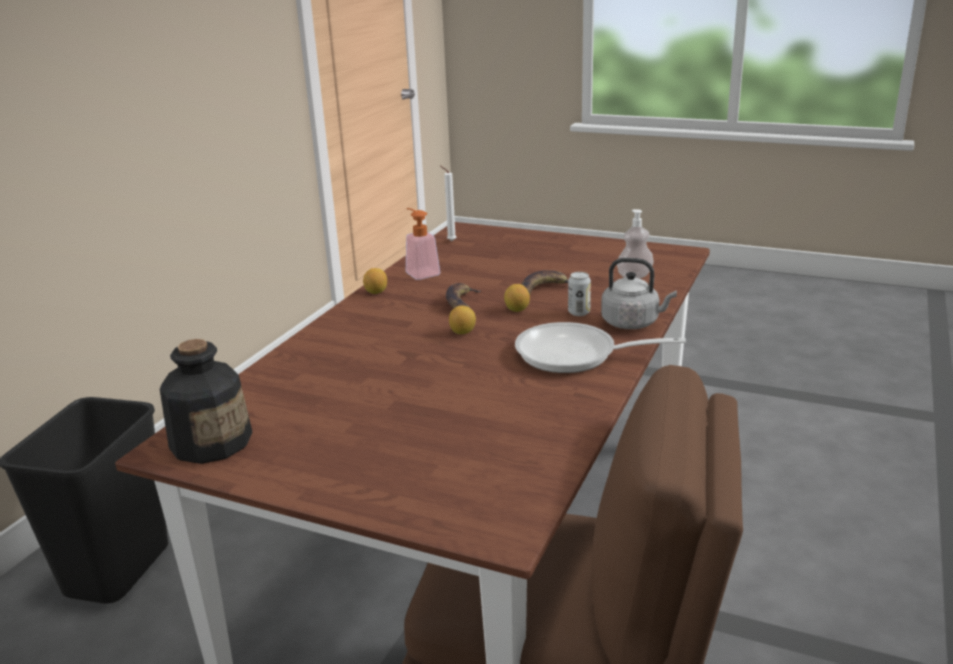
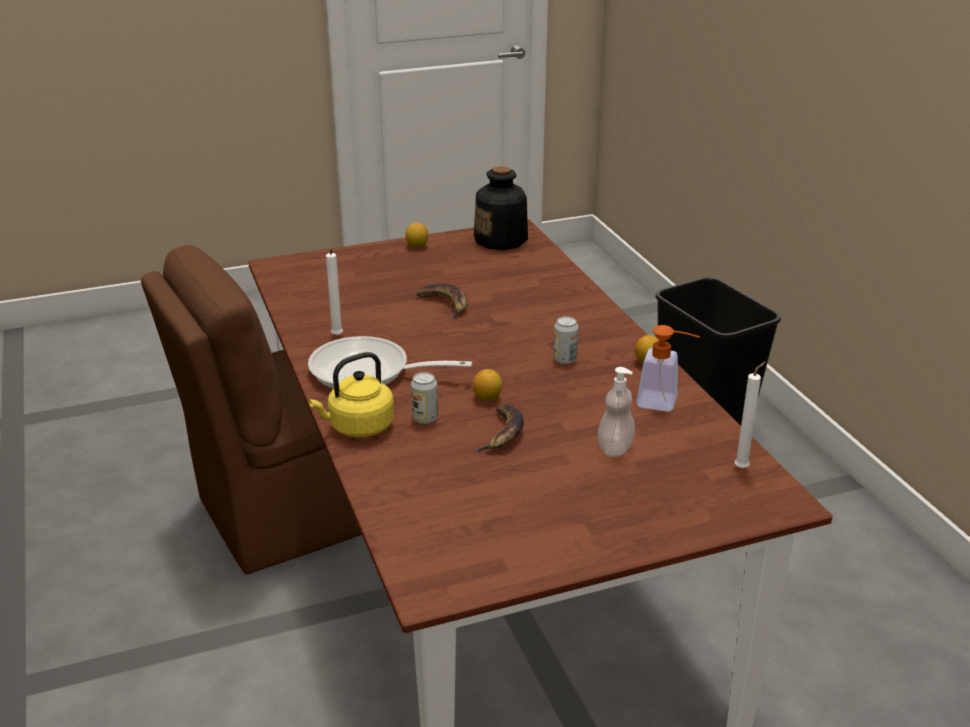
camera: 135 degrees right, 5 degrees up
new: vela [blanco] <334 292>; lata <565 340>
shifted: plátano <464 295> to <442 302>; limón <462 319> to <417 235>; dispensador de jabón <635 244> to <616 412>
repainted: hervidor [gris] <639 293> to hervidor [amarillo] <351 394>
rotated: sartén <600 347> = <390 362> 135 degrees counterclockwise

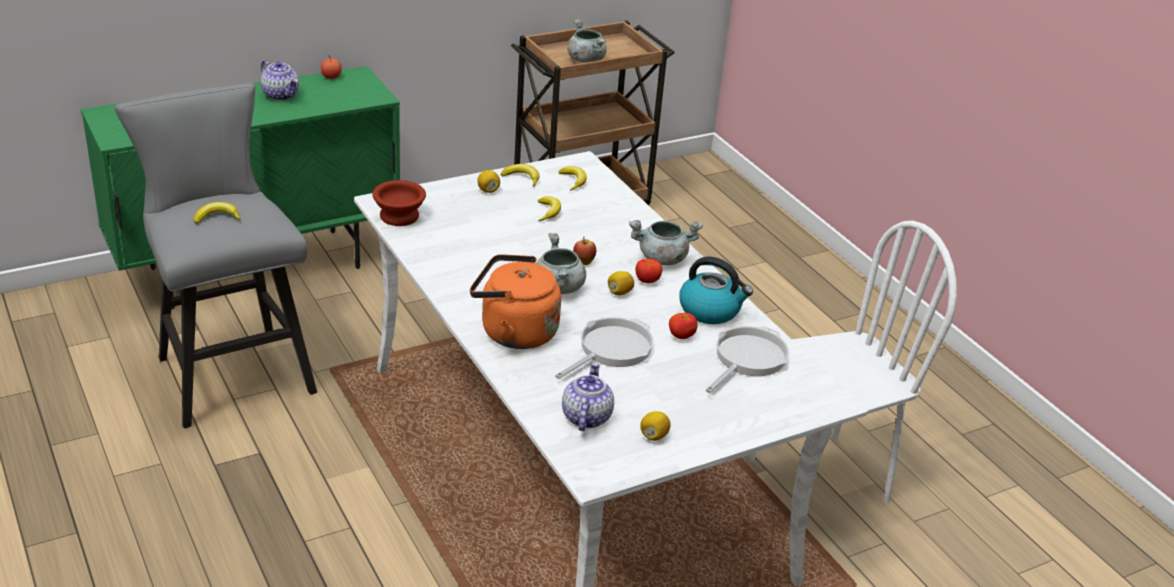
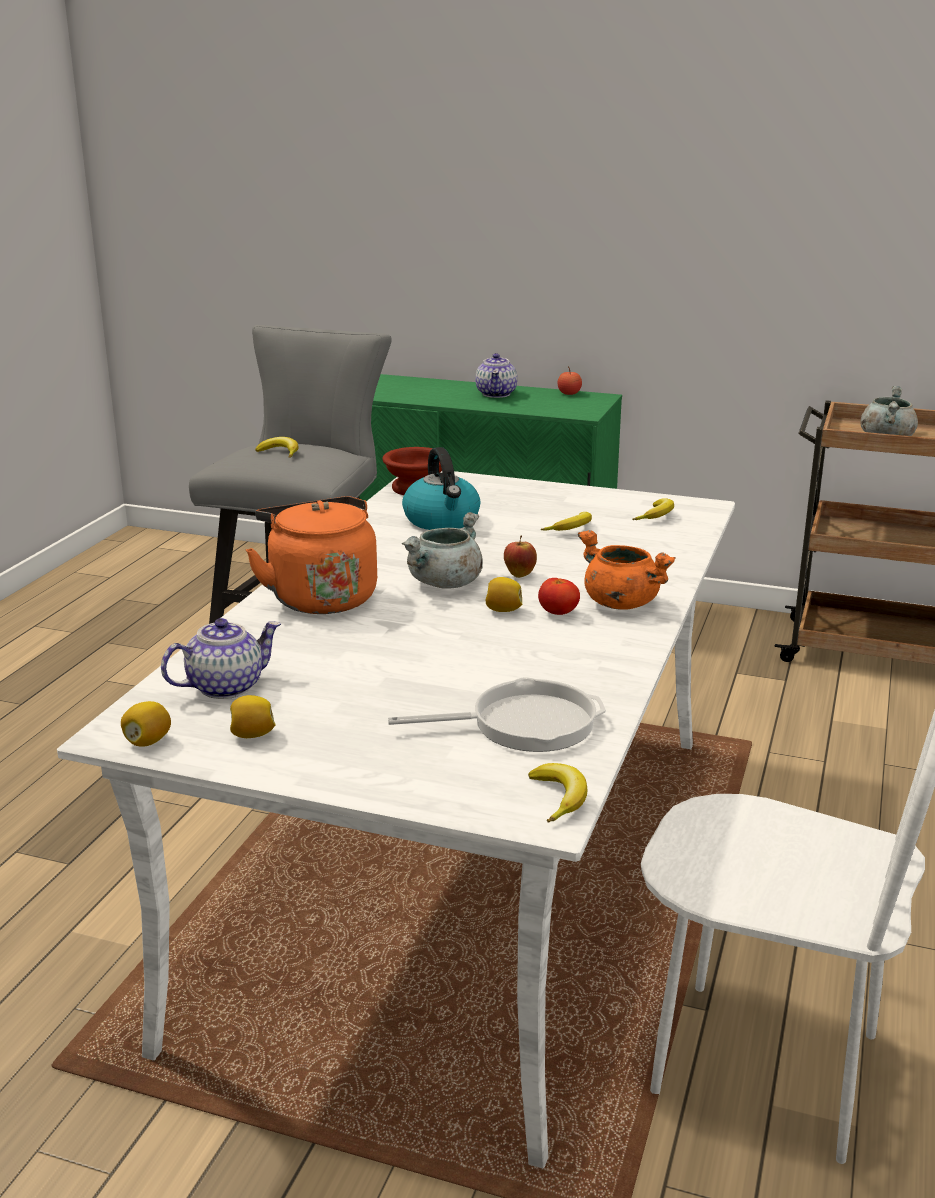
camera: 50 degrees right, 10 degrees down
gone: sartén <604 348>; tomate <683 326>
shifted: limón <488 181> to <146 724>; plátano <520 175> to <557 793>; hervidor <716 290> to <441 488>
repainted: olla [gris] <666 243> to olla [naranja] <627 570>

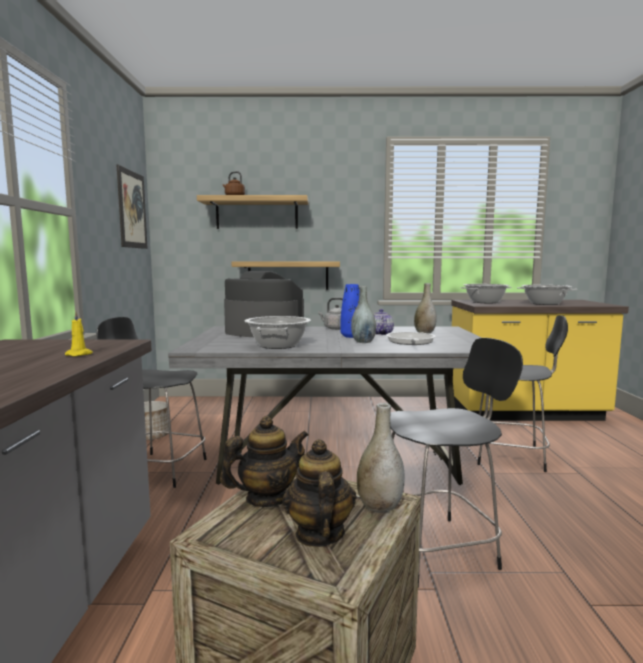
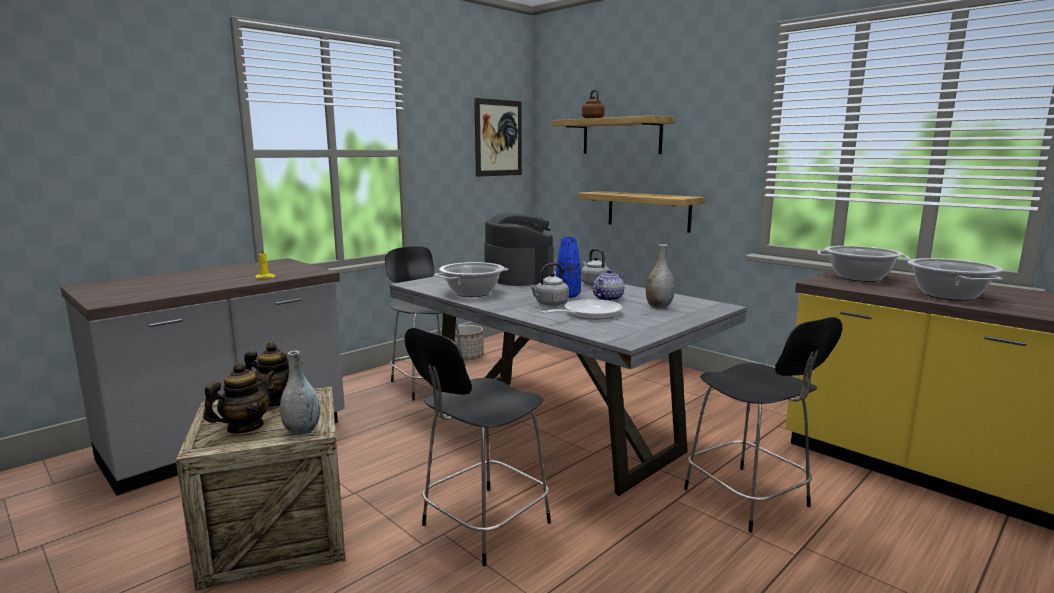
camera: 45 degrees right, 5 degrees up
swapped: florero [gris] <363 314> to hervidor [gris] <548 284>
rotated: silla [negro] <456 463> = <477 446> 105 degrees clockwise

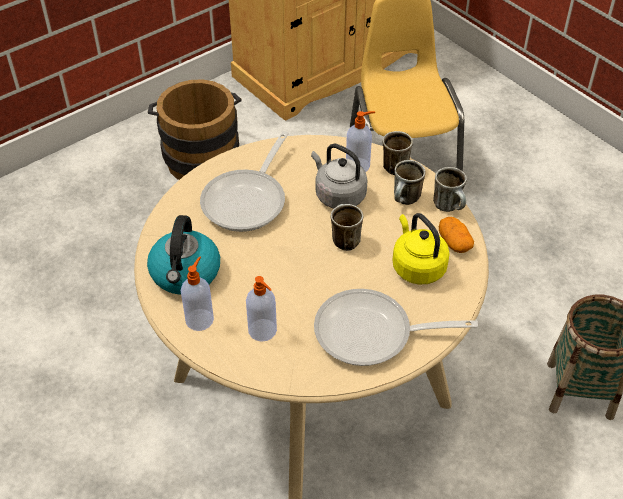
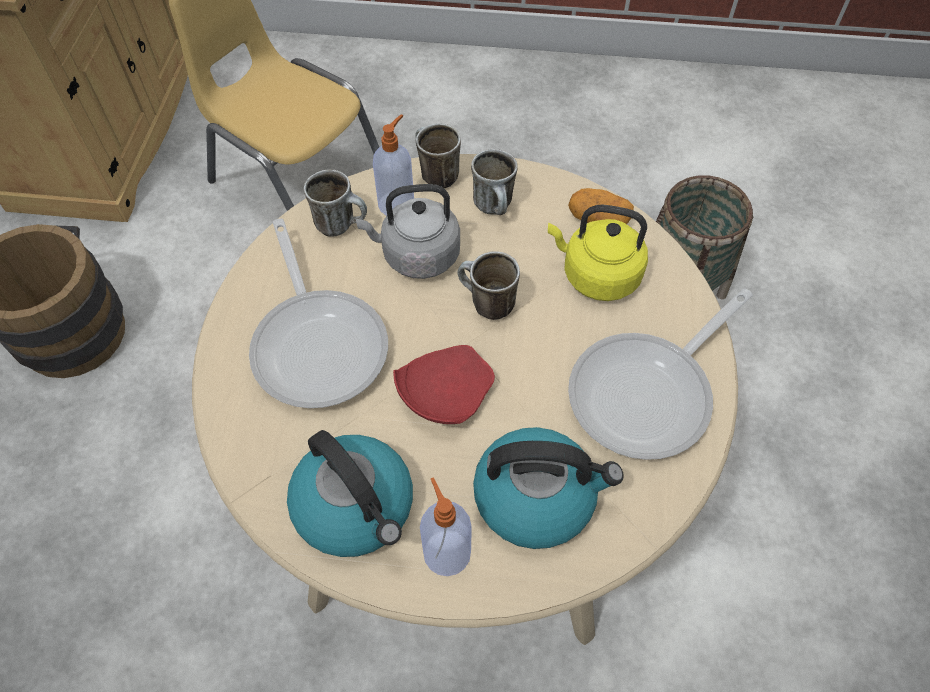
camera: 45 degrees left, 10 degrees up
new: plato [rojo] <444 384>
shifted: taza grande <450 189> to <335 203>
swapped: dispensador de jabón <261 309> to hervidor <548 488>

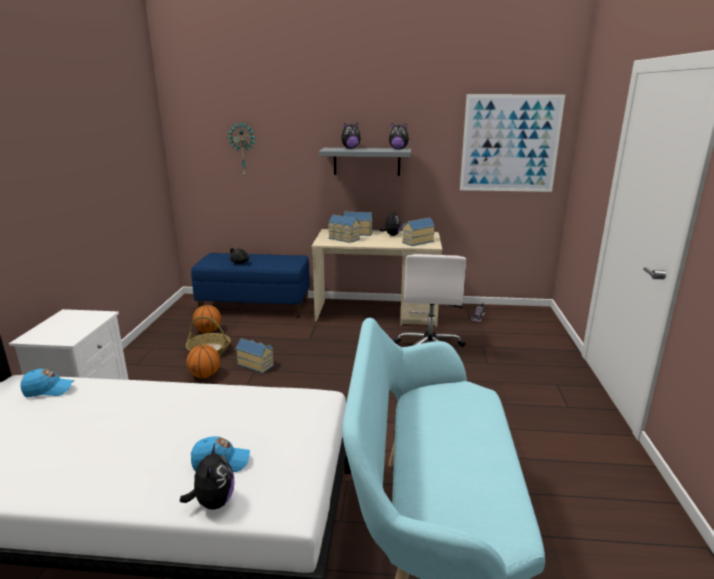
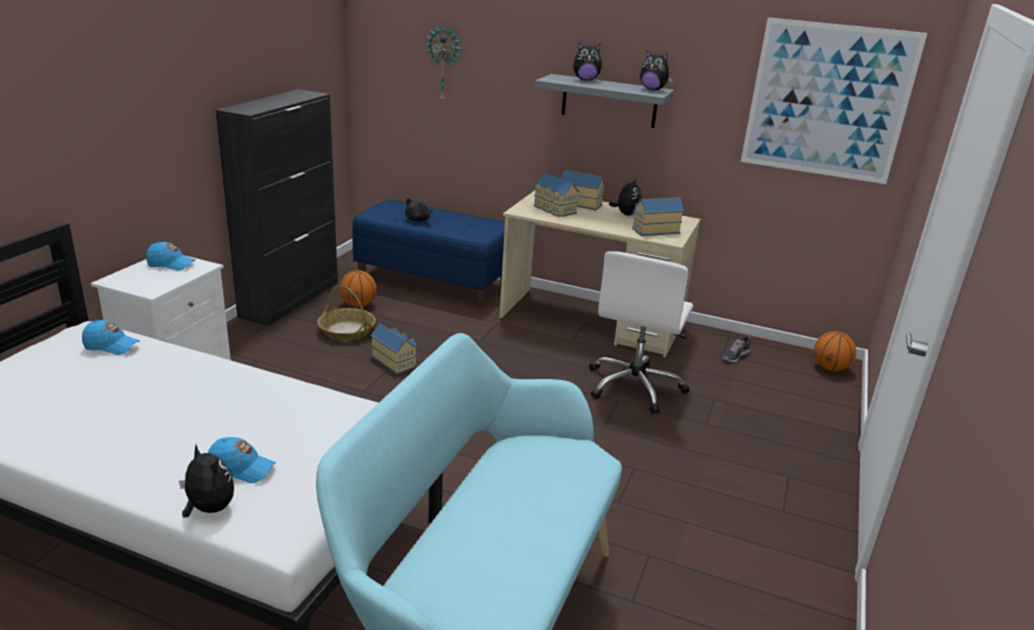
camera: 15 degrees right, 5 degrees up
new: gorra [azul] <170 256>; armario [negro] <277 207>
shifted: balón de baloncesto <203 361> to <835 351>
rotated: peluche <207 476> = <206 481> 60 degrees counterclockwise

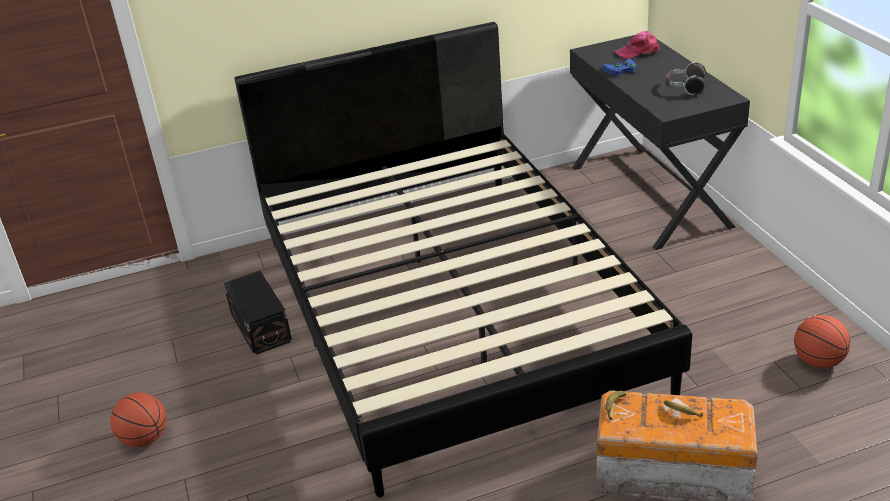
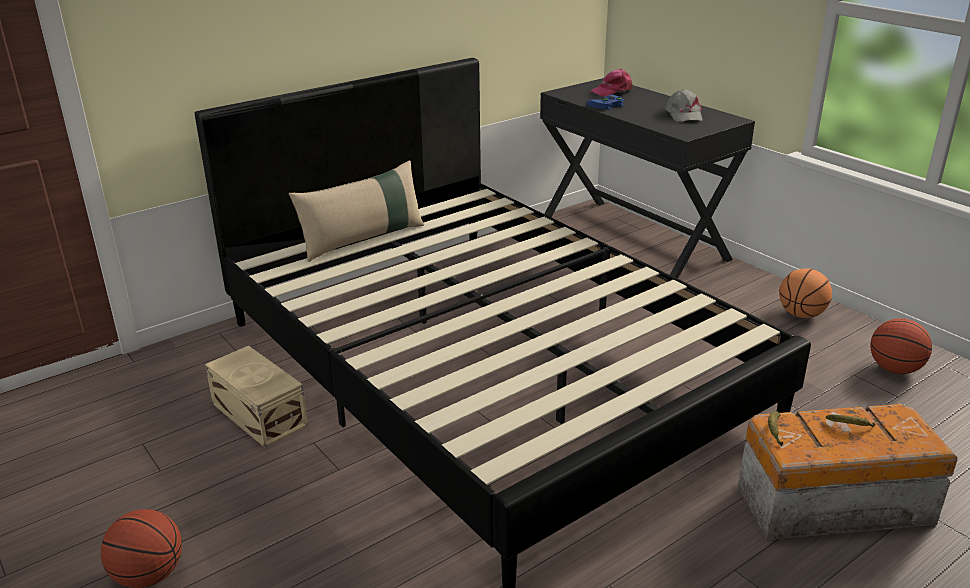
camera: 20 degrees left, 5 degrees down
new: cojín [beis] <356 211>; balón de baloncesto <805 293>
swapped: auriculares <686 78> to gorra [gris] <683 105>
repainted: caja de almacenaje [negro] <257 313> to caja de almacenaje [beis] <256 397>

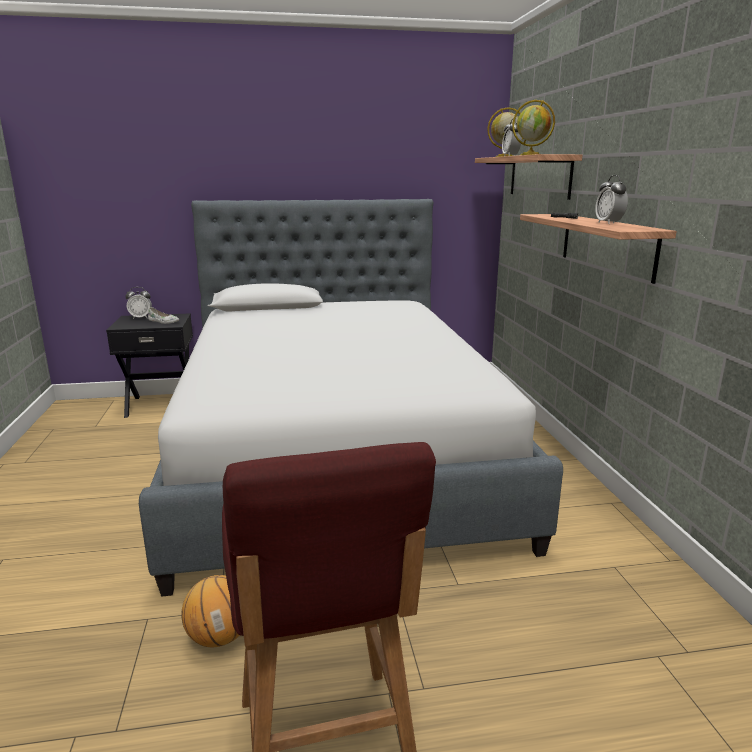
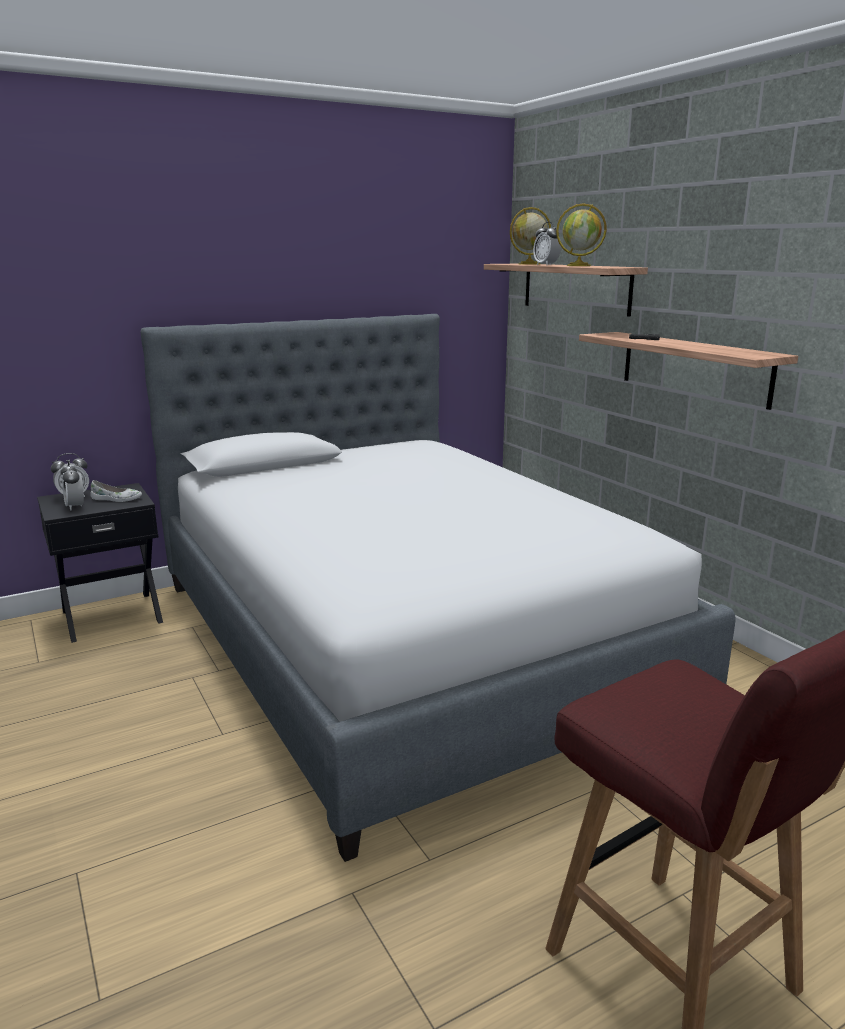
camera: 20 degrees left, 0 degrees up
gone: balón de baloncesto <210 611>
shifted: despertador <611 199> to <72 485>

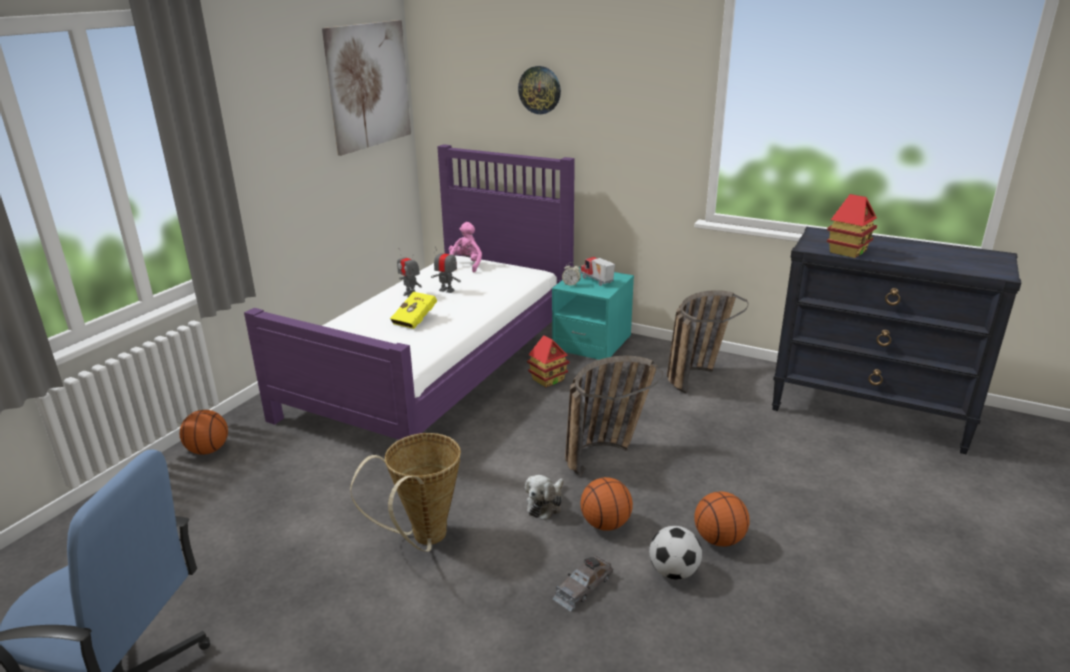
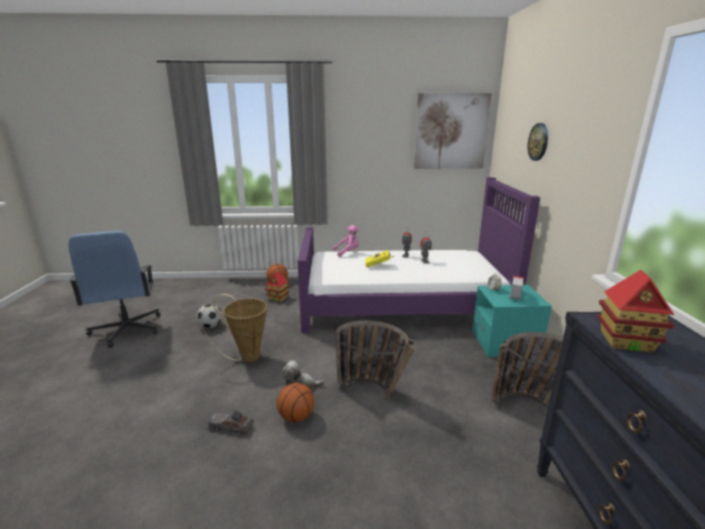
camera: 60 degrees right, 5 degrees down
gone: balón de baloncesto <722 518>
shifted: peluche [rosa] <465 247> to <346 241>; casita <548 361> to <277 286>; balón de fútbol <675 553> to <209 316>

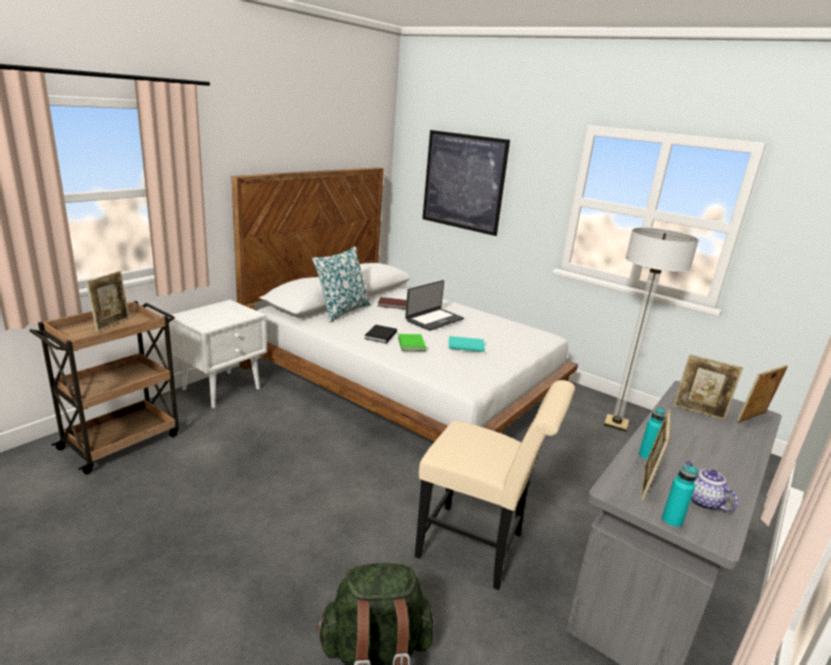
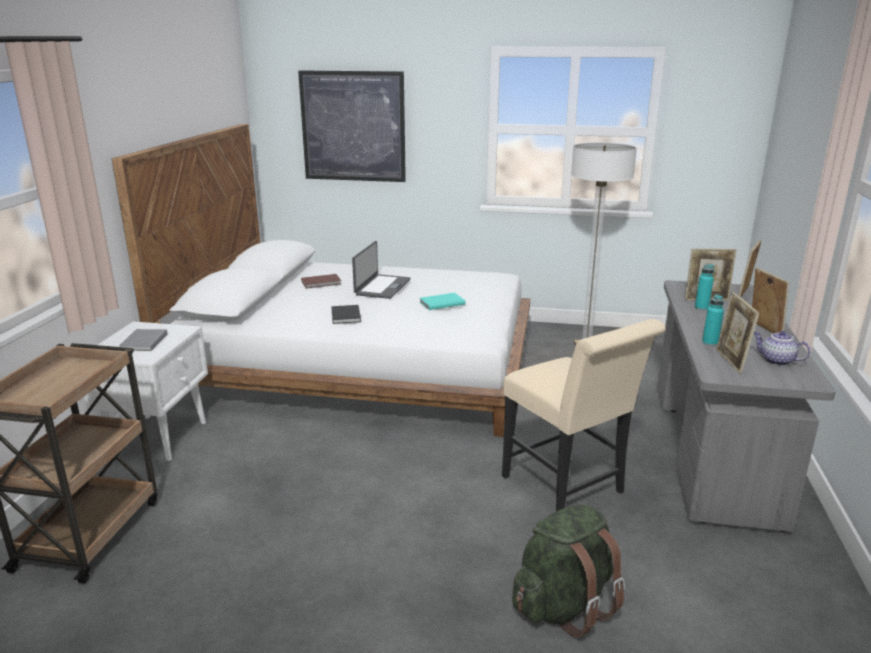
camera: 25 degrees left, 0 degrees up
gone: cojín <341 284>; libro [verde] <412 342>
new: libro [gris] <143 340>
shifted: portarretratos <108 301> to <770 300>; botella [turquesa] <680 496> to <704 287>
rotated: silla [beis] <494 485> = <583 415> 60 degrees clockwise

